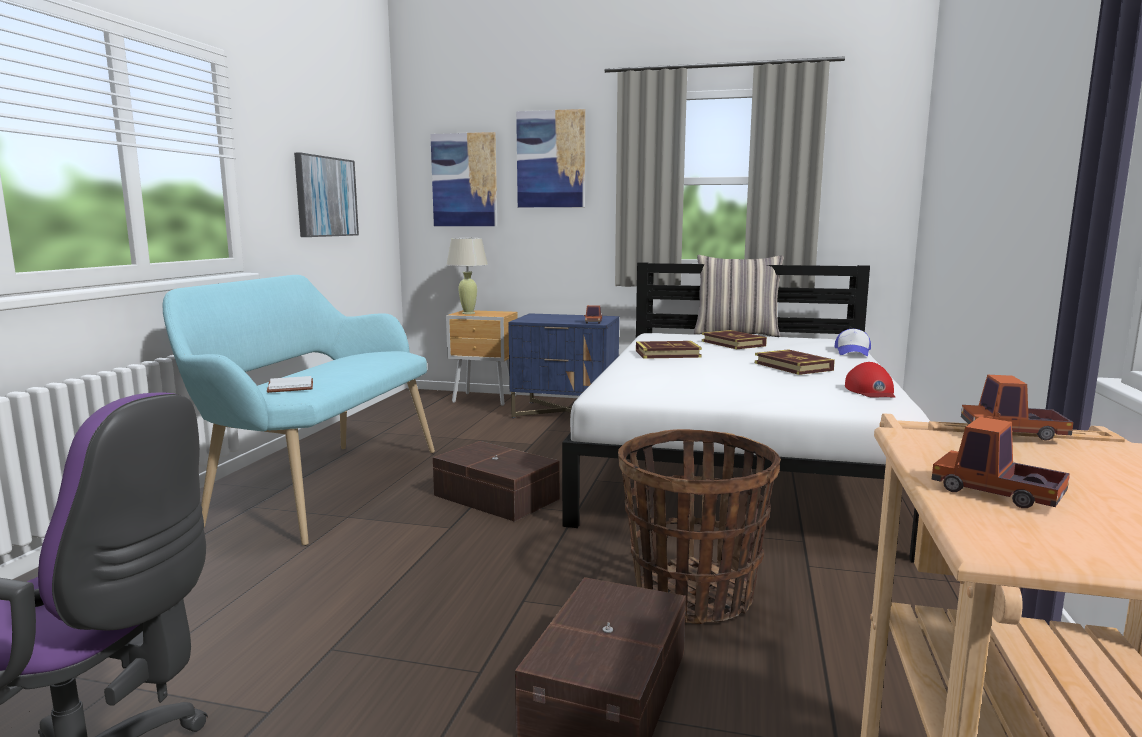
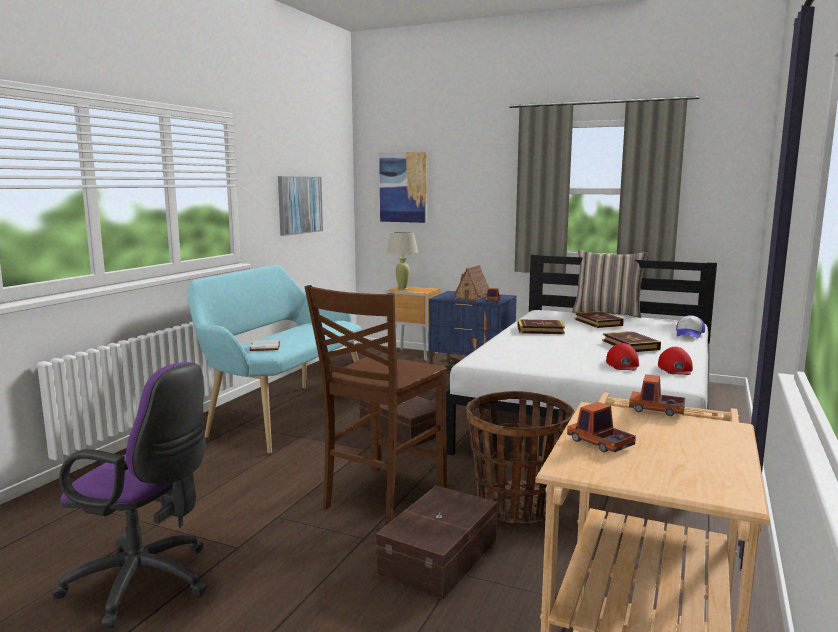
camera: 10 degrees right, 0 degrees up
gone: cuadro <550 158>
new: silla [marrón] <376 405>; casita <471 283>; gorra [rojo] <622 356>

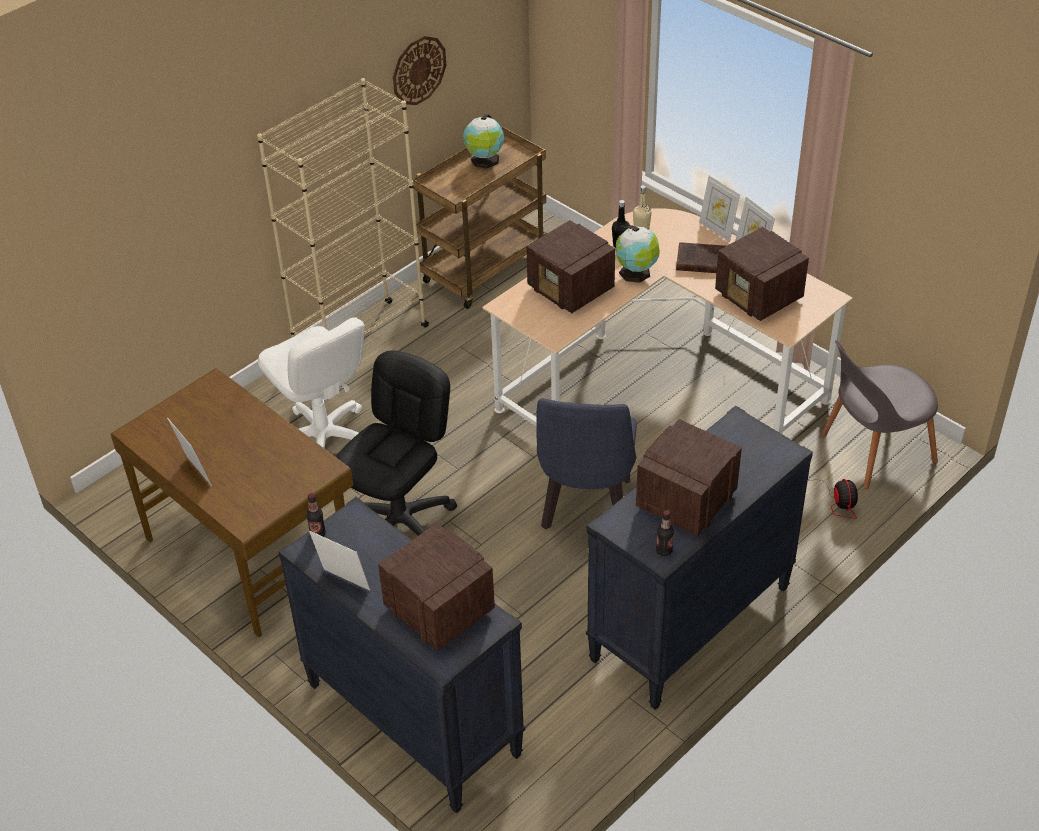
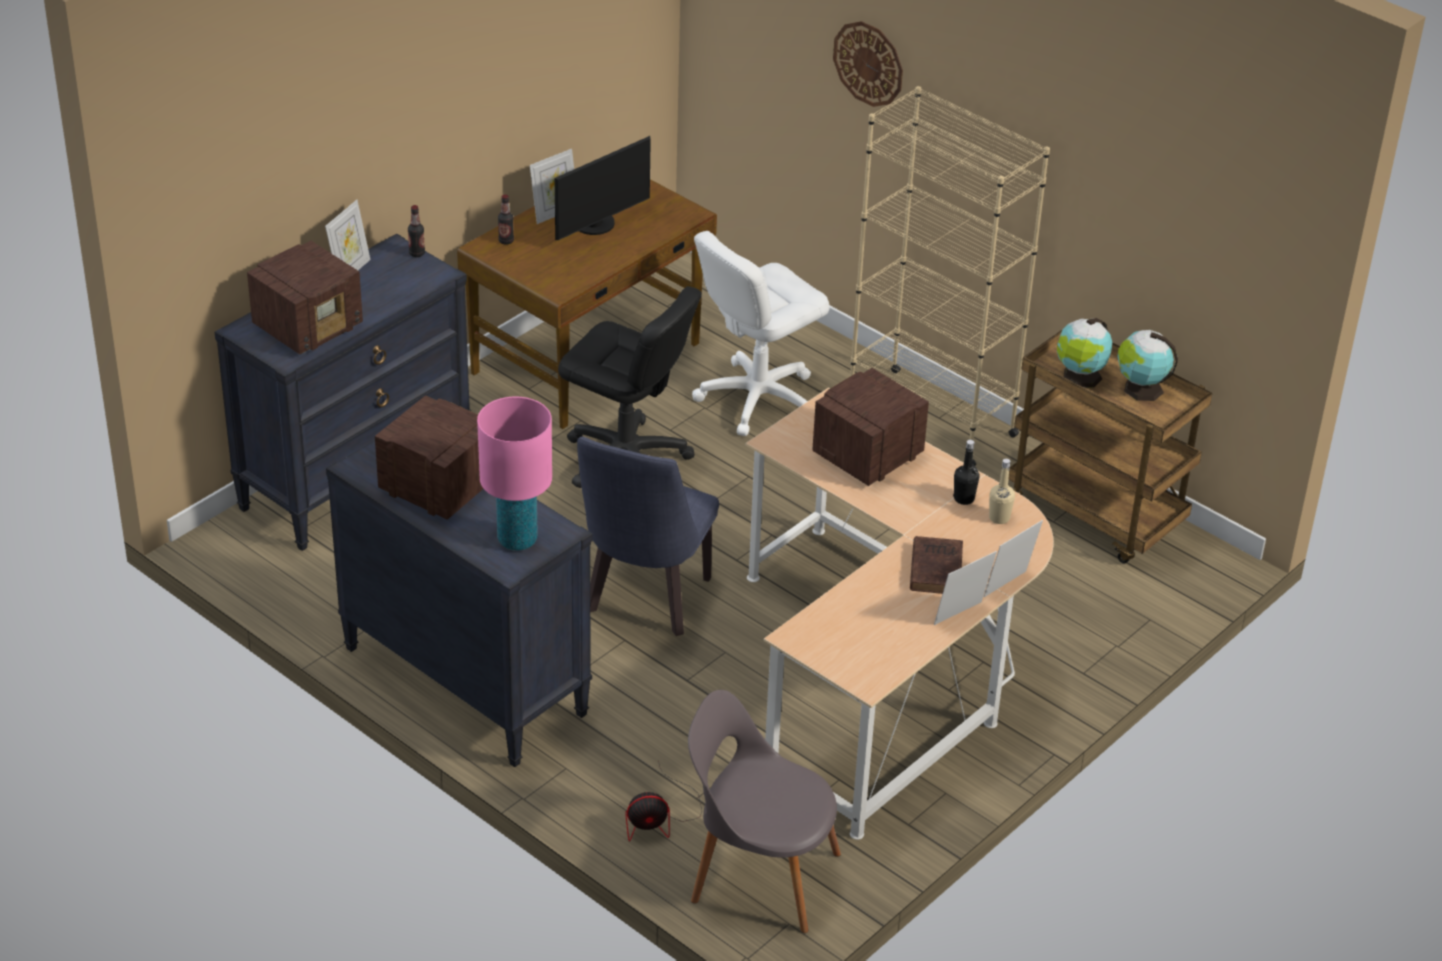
camera: 85 degrees right, 5 degrees down
gone: radio <762 274>
new: lámpara de mesa [rosa] <514 474>; monitor <603 188>
shifted: reloj de pared <419 70> to <868 64>; globo terráqueo <638 254> to <1084 353>; botella <665 533> to <506 219>
rotated: silla [azul] <586 464> = <648 536> 75 degrees counterclockwise; silla [gris] <879 414> = <764 811> 45 degrees counterclockwise

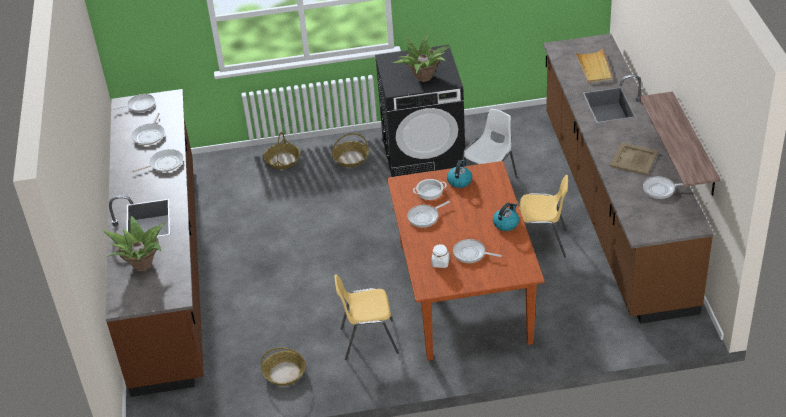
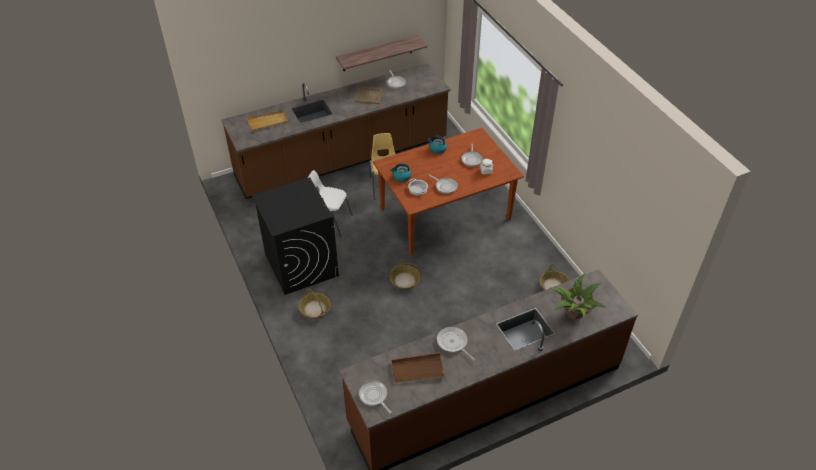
camera: 110 degrees left, 5 degrees up
gone: silla [amarillo] <366 317>; planta en maceta <422 57>
shifted: cesta <282 150> to <404 276>
swapped: sartén <148 129> to bandeja [marrón] <418 368>

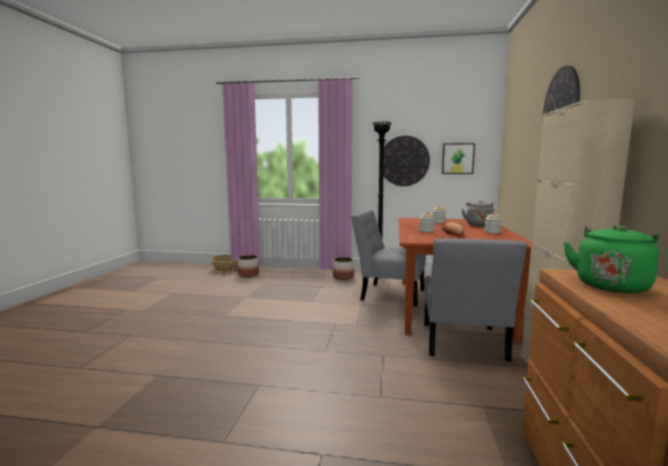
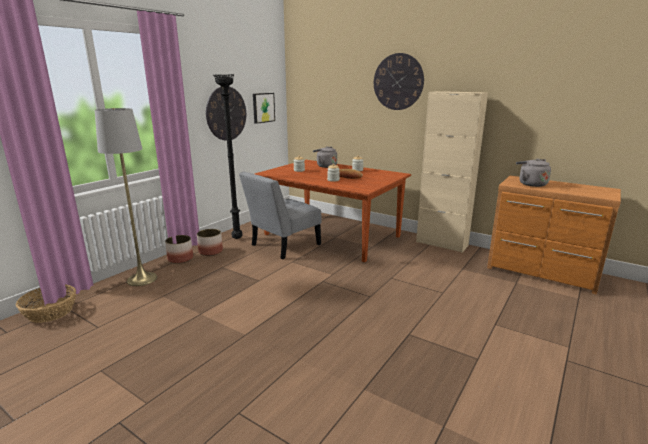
camera: 65 degrees left, 10 degrees up
gone: silla [gris] <475 300>
new: lámpara de pie [gris] <126 197>
shifted: maceta <248 266> to <179 249>
repainted: hervidor [verde] <611 259> to hervidor [gris] <533 172>

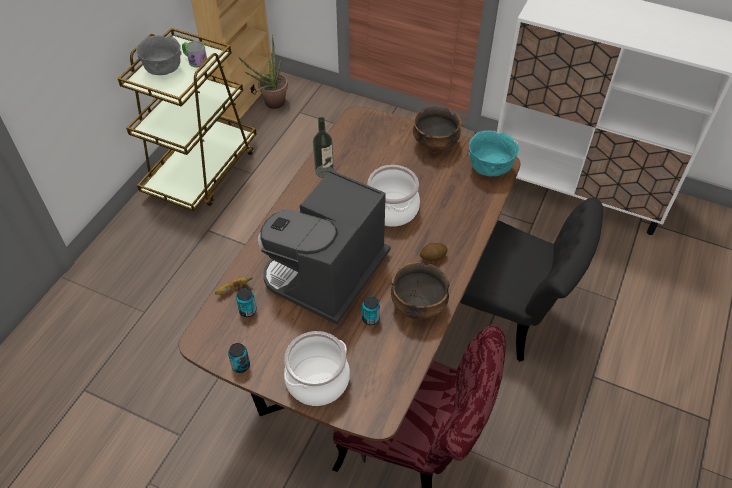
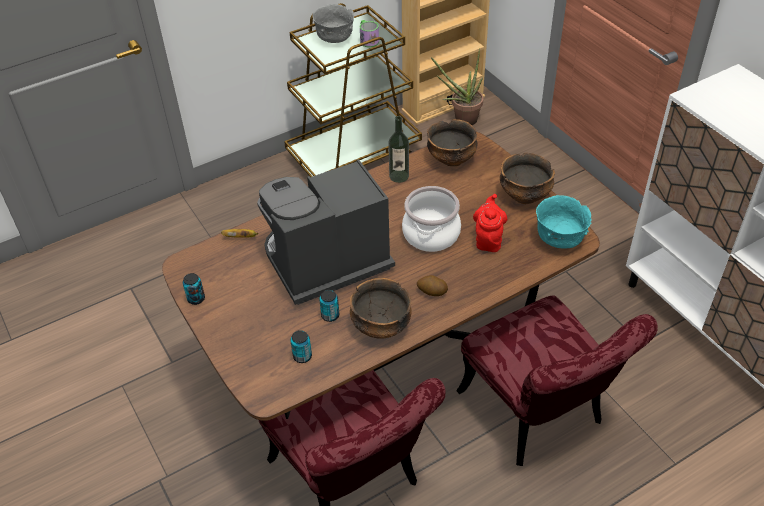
camera: 35 degrees right, 5 degrees down
gone: olla <317 368>
new: cuenco <452 142>; tetera [rojo] <490 223>
shifted: lata <246 302> to <301 346>
repainted: silla [negro] <531 280> to silla [rojo] <557 380>

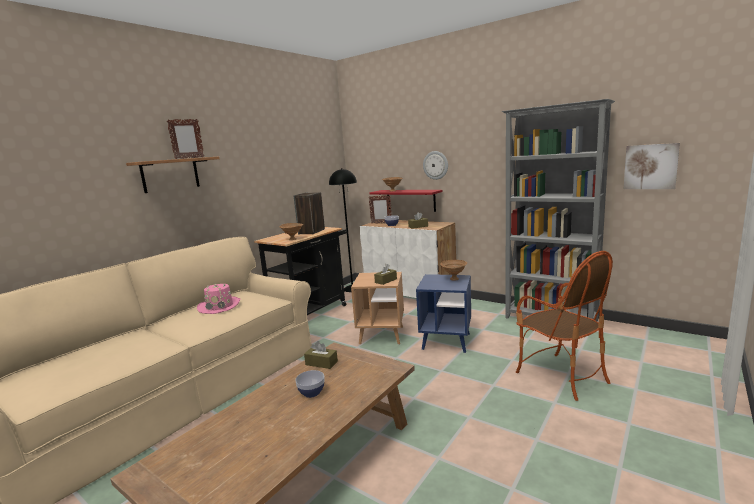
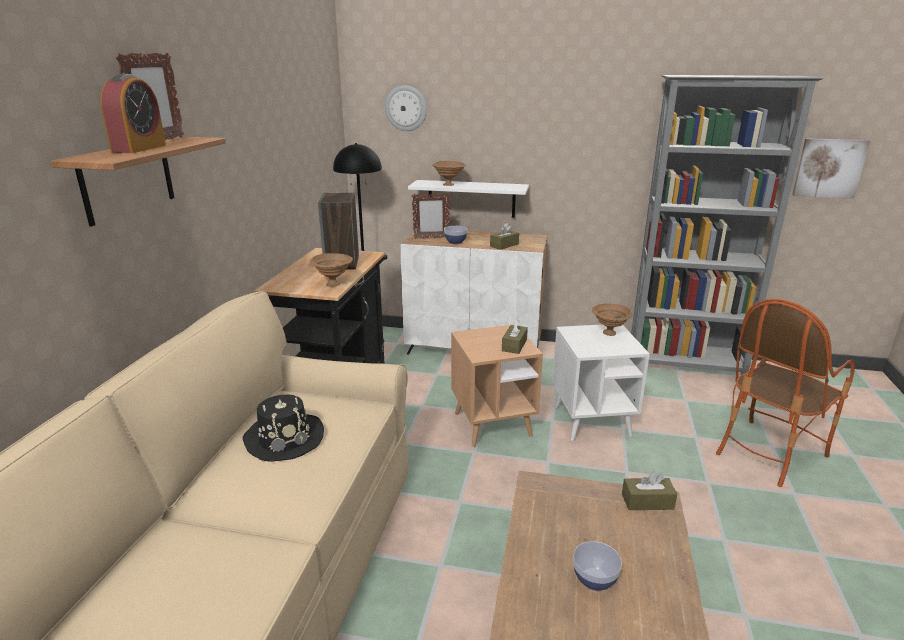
camera: 25 degrees left, 10 degrees up
new: despertador <133 113>
shifted: caja de pañuelos [marrón] <321 355> to <649 490>; reloj de pared <435 165> to <406 108>
repainted: sombrero [rosa] <219 299> to sombrero [negro] <283 428>; estante [rojo] <406 201> to estante [blanco] <468 199>; mesa auxiliar [azul] <443 313> to mesa auxiliar [blanco] <601 382>
rotated: sillón <564 326> = <785 393> 105 degrees clockwise

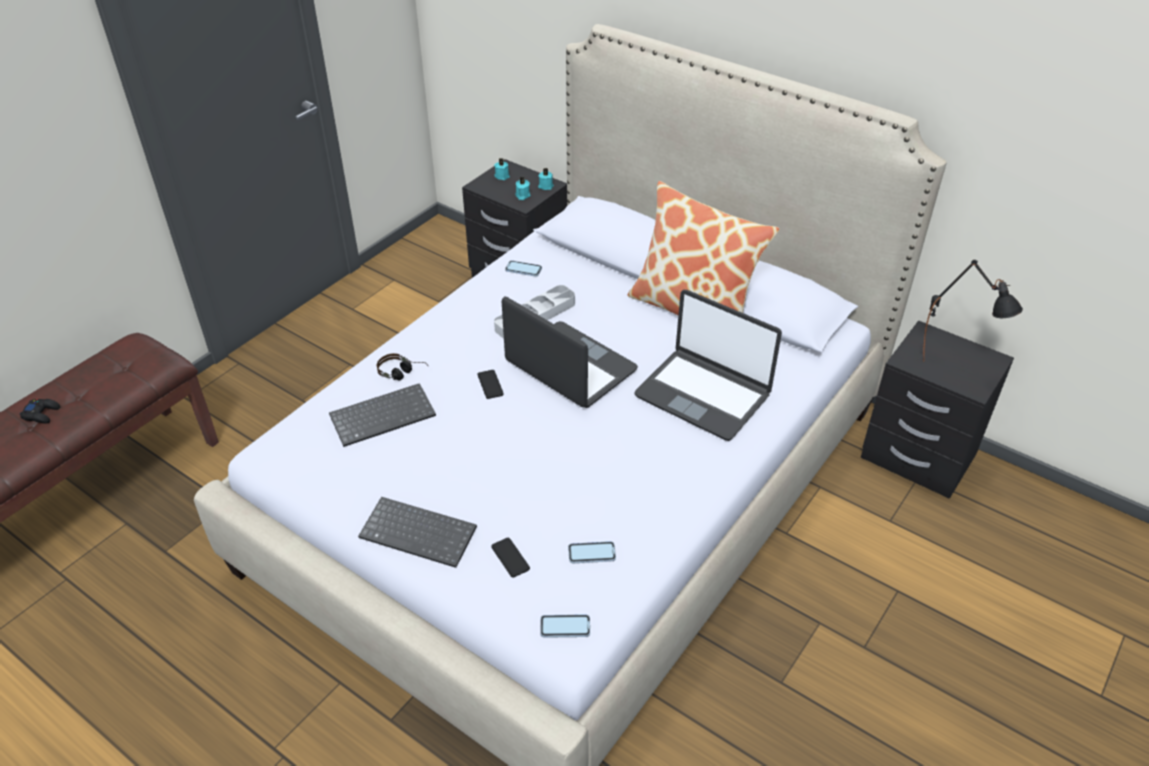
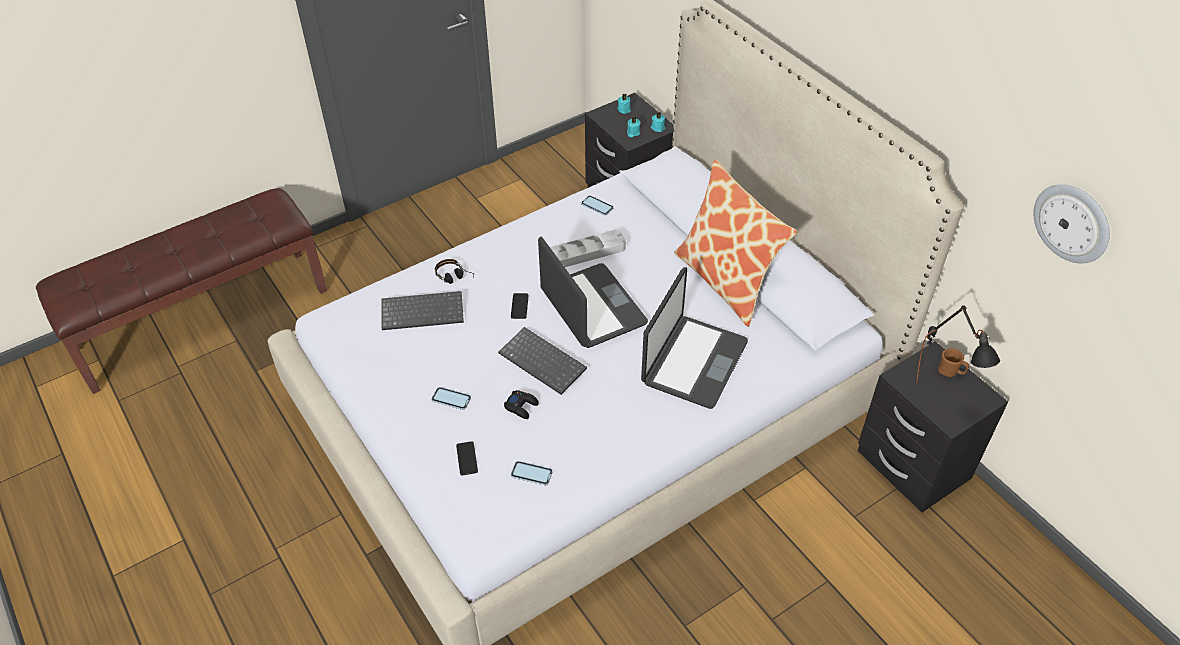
camera: 20 degrees right, 5 degrees up
new: taza grande [marrón] <953 362>; reloj de pared <1071 223>
shifted: mando de consola [negro] <39 411> to <521 404>; teclado <417 532> to <542 361>; móvil <565 626> to <451 398>
rotated: portátil <708 365> = <694 338> 120 degrees counterclockwise

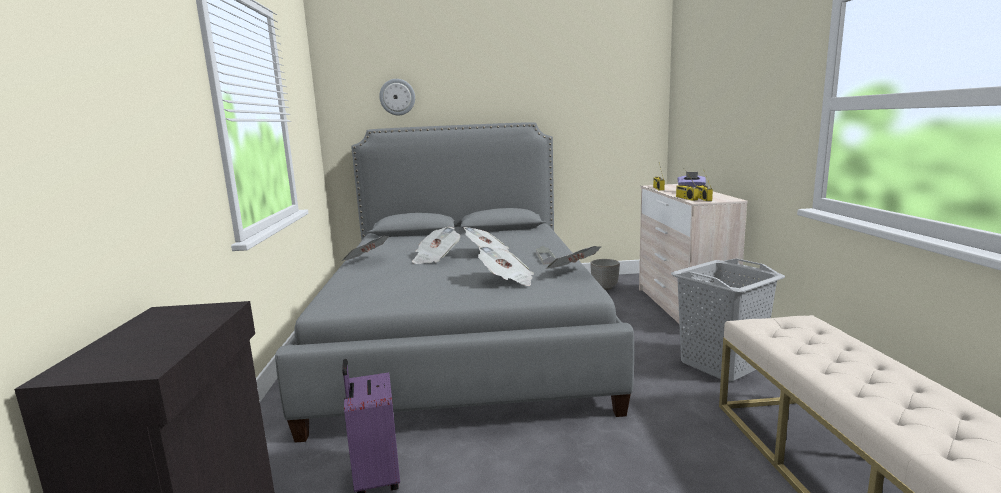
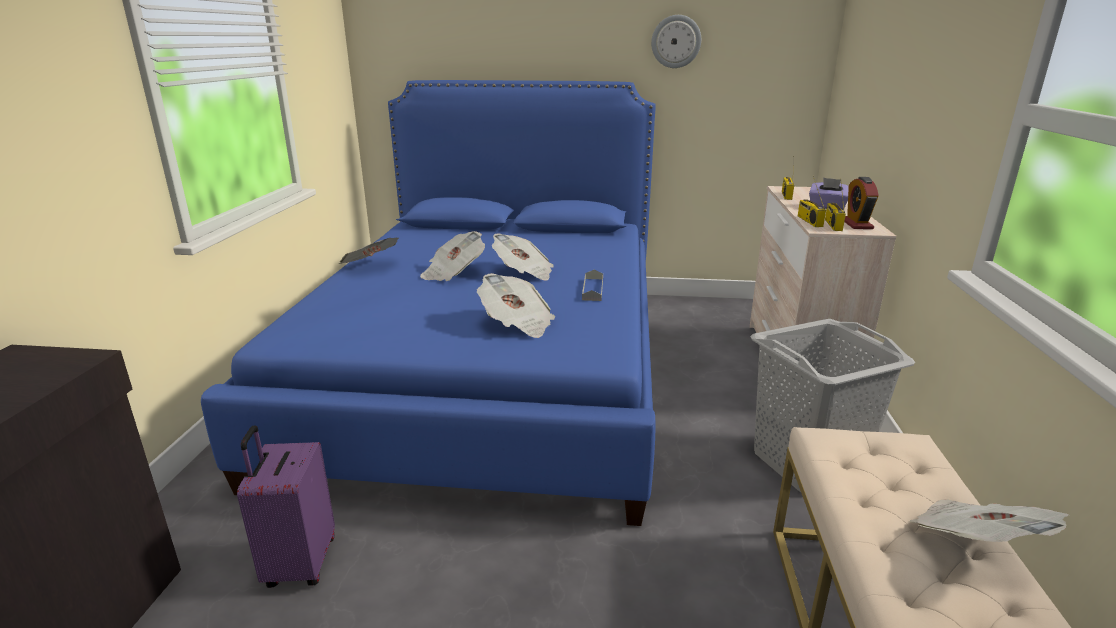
camera: 10 degrees right, 10 degrees up
gone: maceta <605 274>
new: despertador <861 203>
shifted: reloj de pared <397 97> to <676 41>; periódico <574 257> to <988 520>
repainted: cama [gris] <454 282> to cama [azul] <428 303>

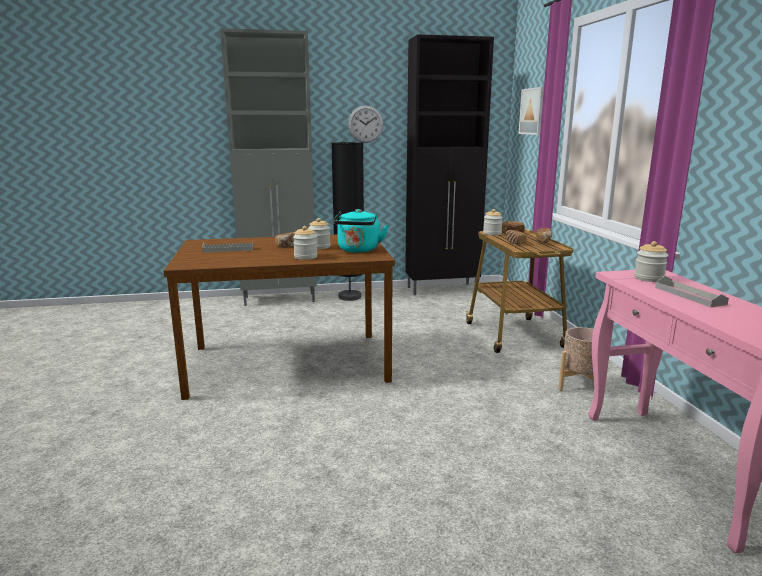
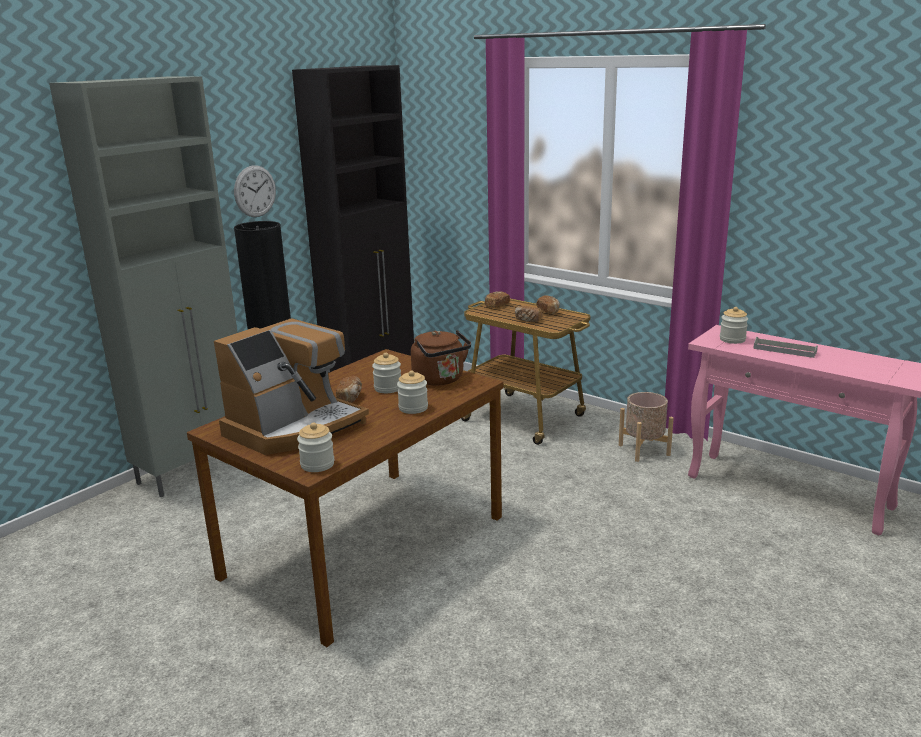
camera: 40 degrees left, 5 degrees up
gone: cuadro <531 111>
shifted: tarro <493 222> to <315 447>
swapped: bandeja [gris] <227 247> to cafetera <291 386>
repainted: hervidor [turquesa] <361 231> to hervidor [marrón] <441 357>

